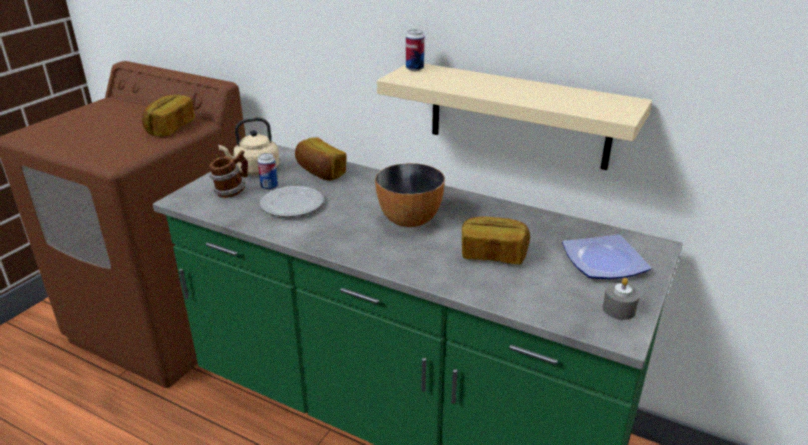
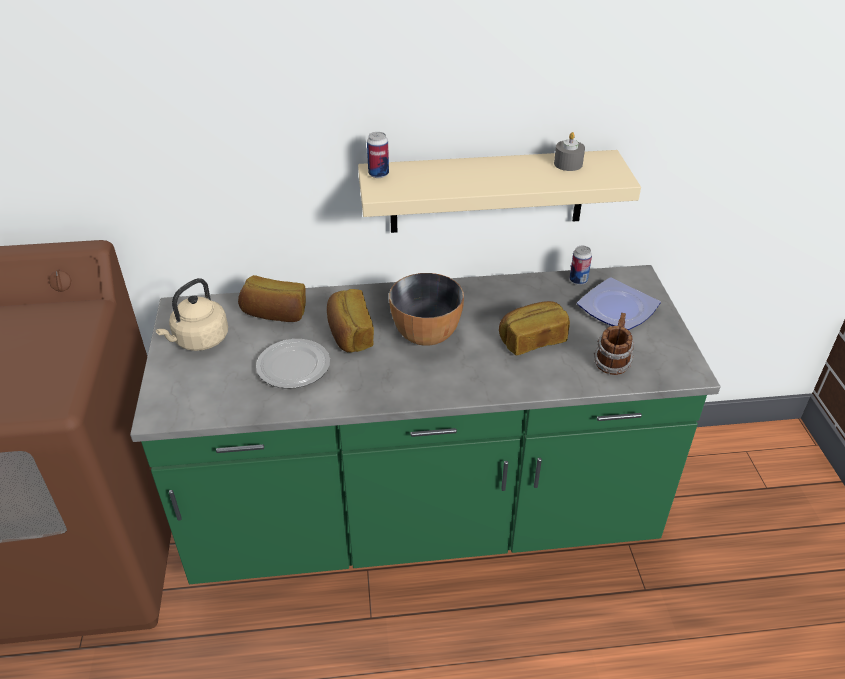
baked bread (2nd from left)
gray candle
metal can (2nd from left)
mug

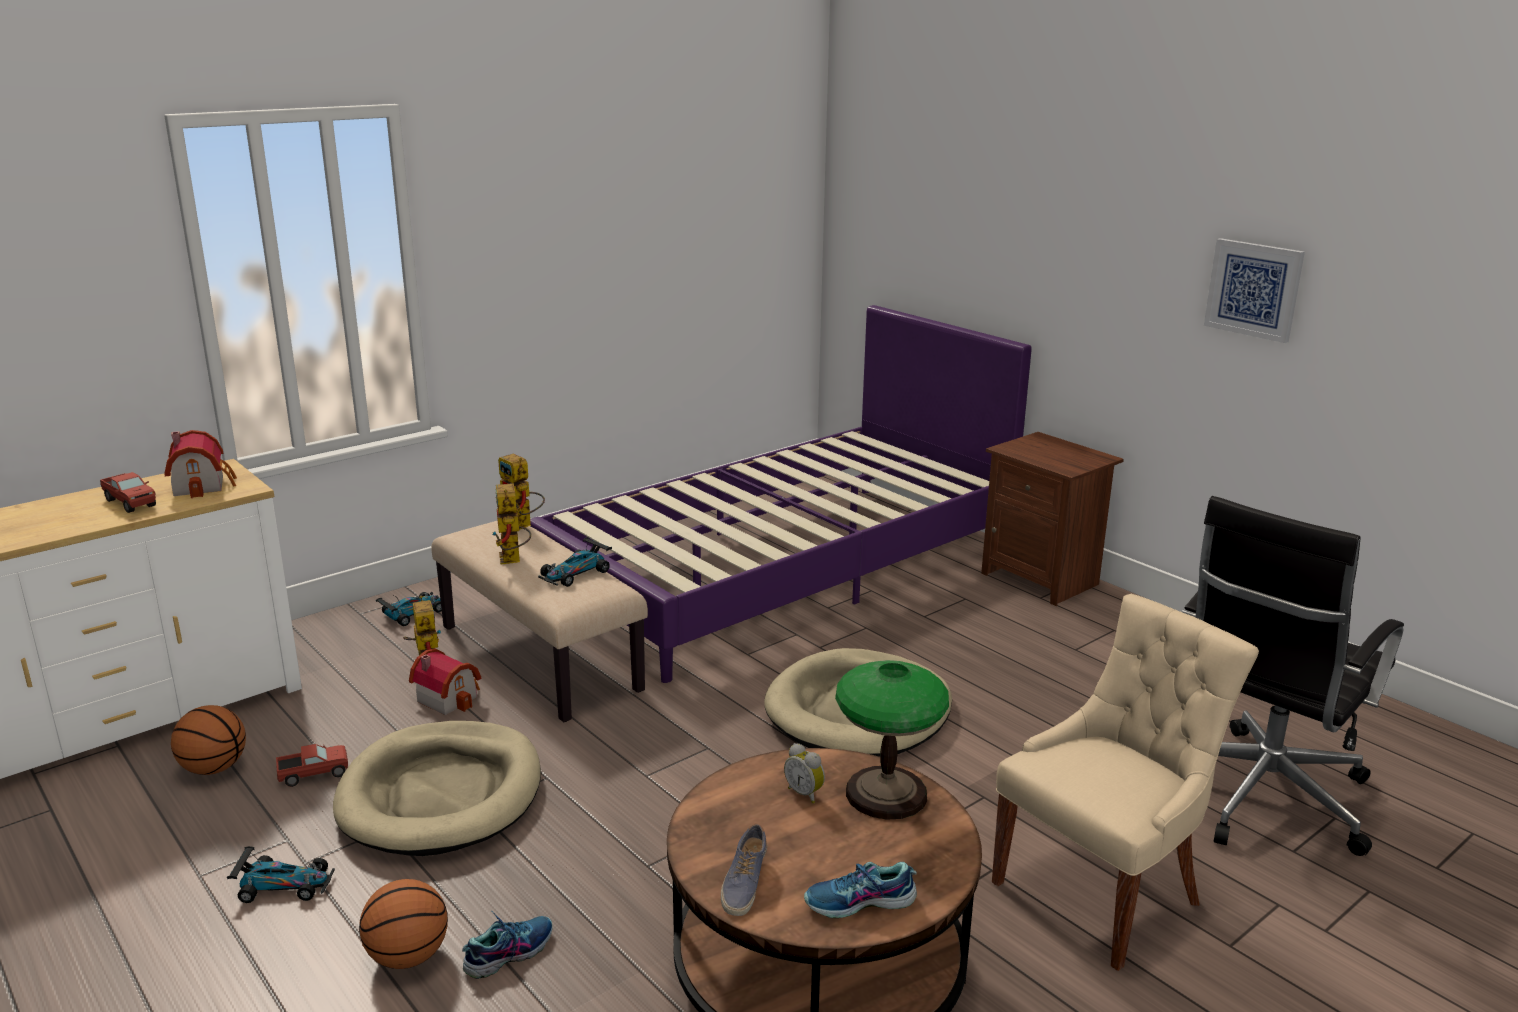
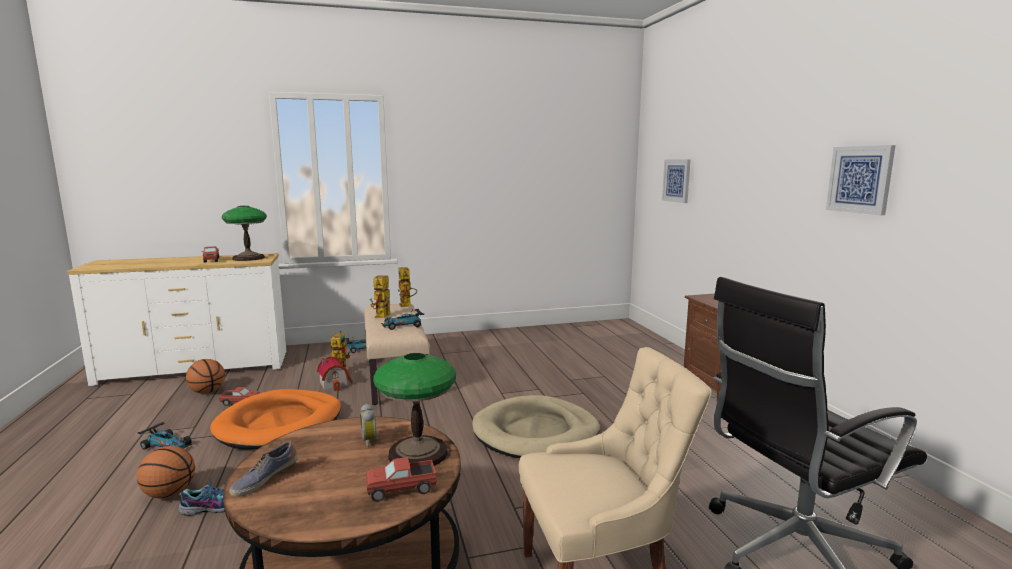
orangey pet bed
table lamp (1st from left)
model truck (3rd from left)
wall art (1st from left)
purplish bed
low shoe (3rd from left in the first image)

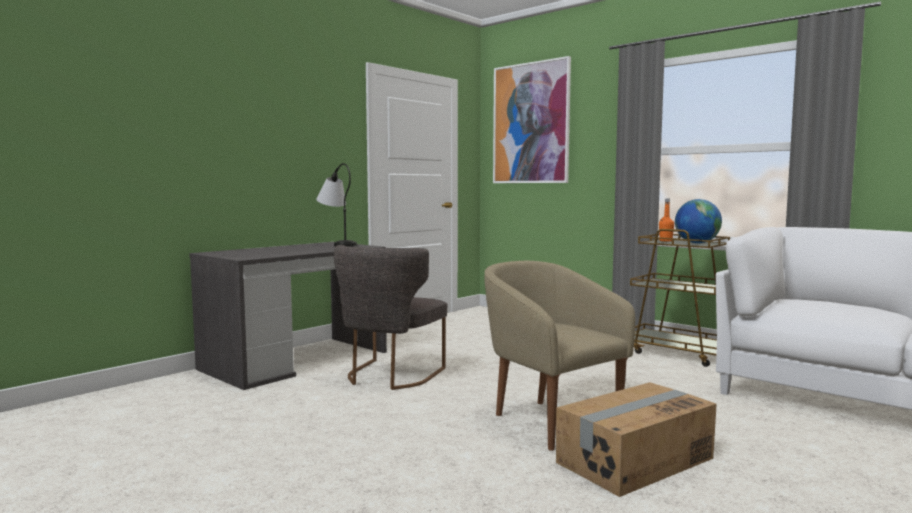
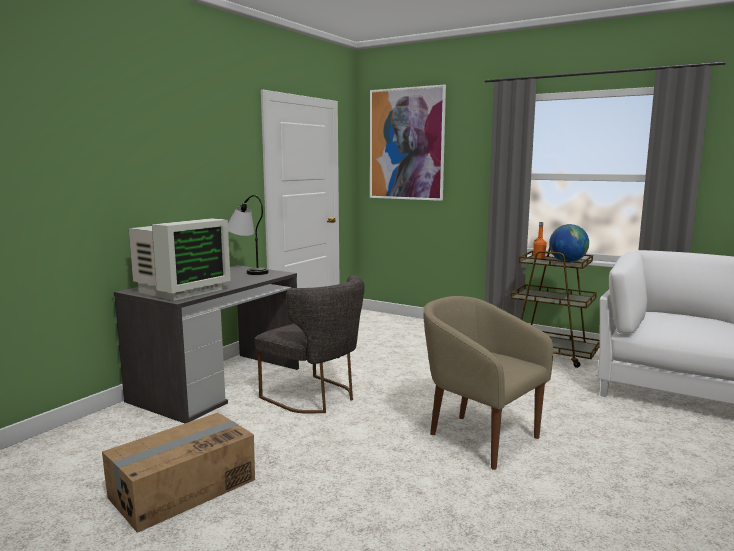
packing box
computer screen
gray chair

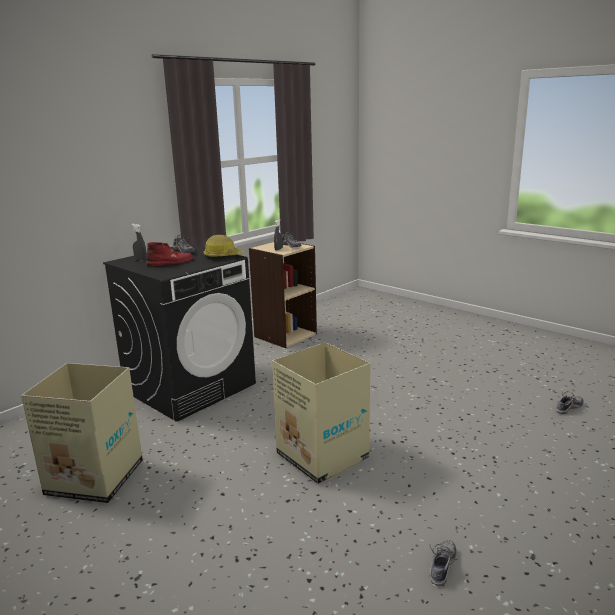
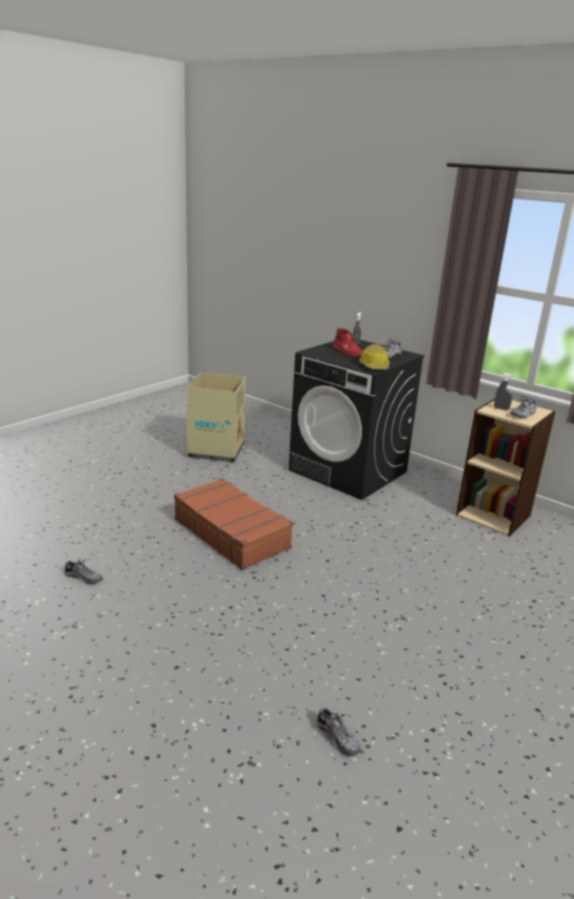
brown piece of luggage

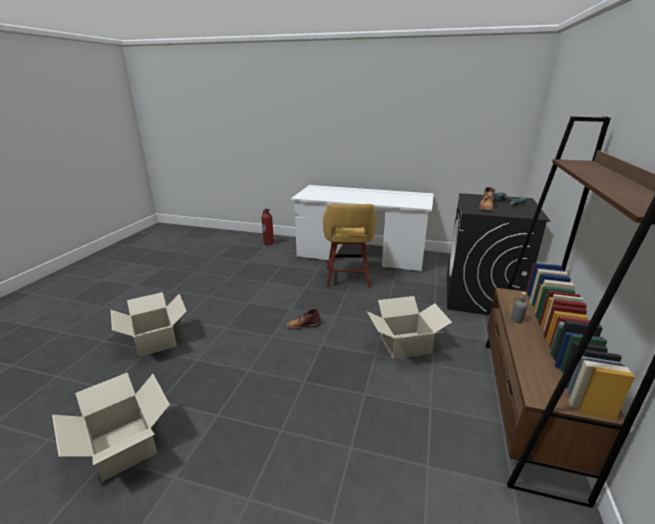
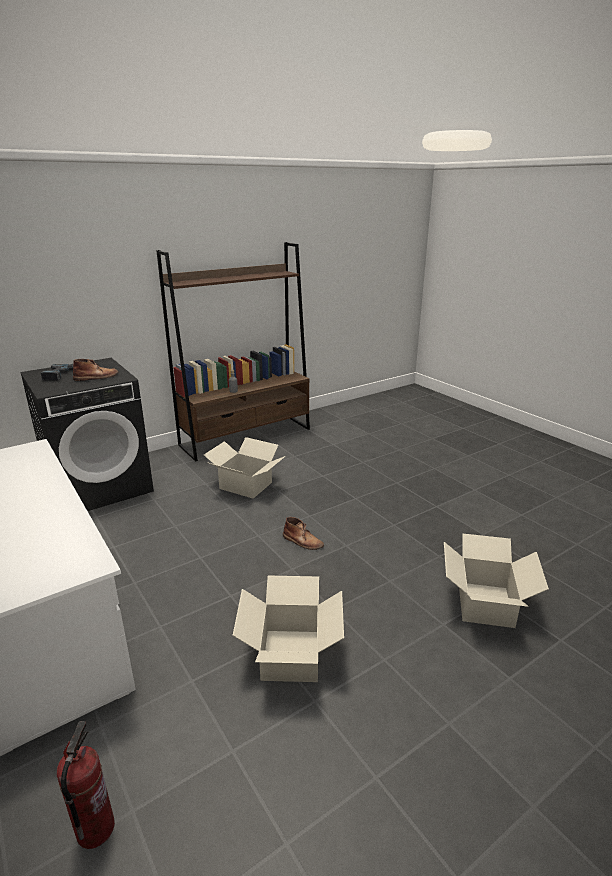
packing box (2nd from left)
yellow stool

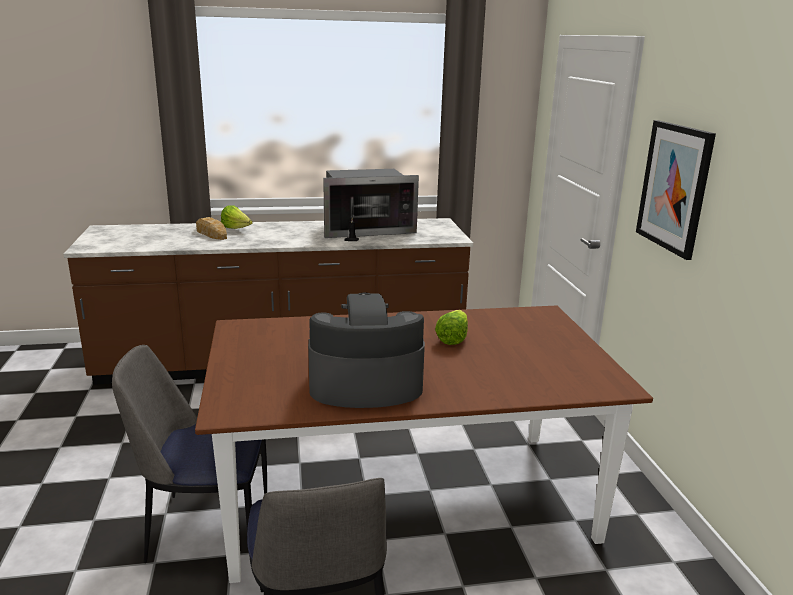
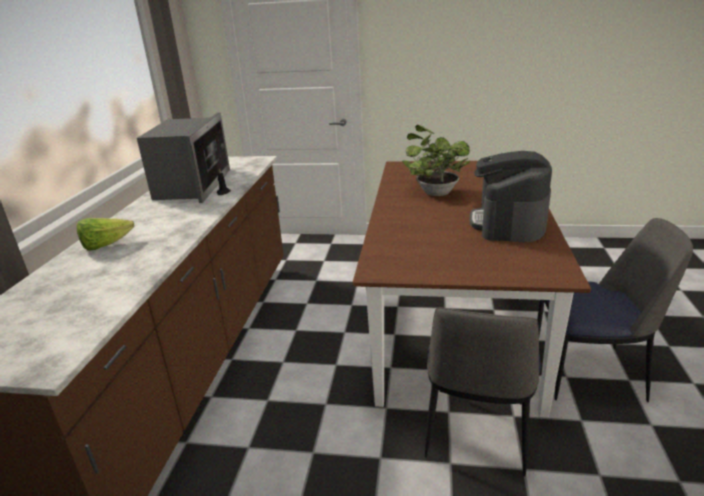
houseplant
baked bread
wall art

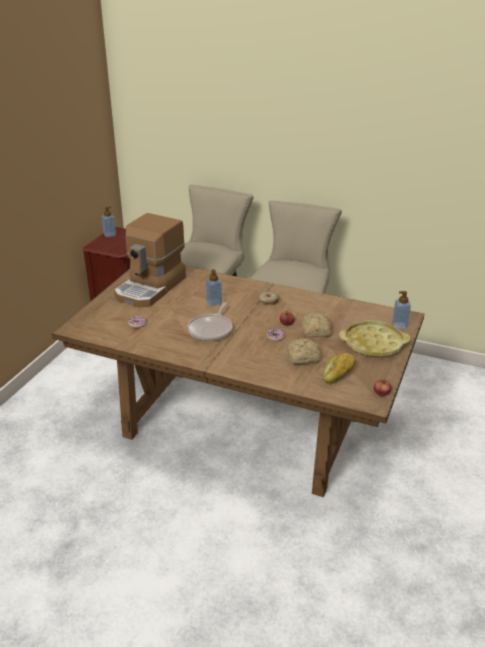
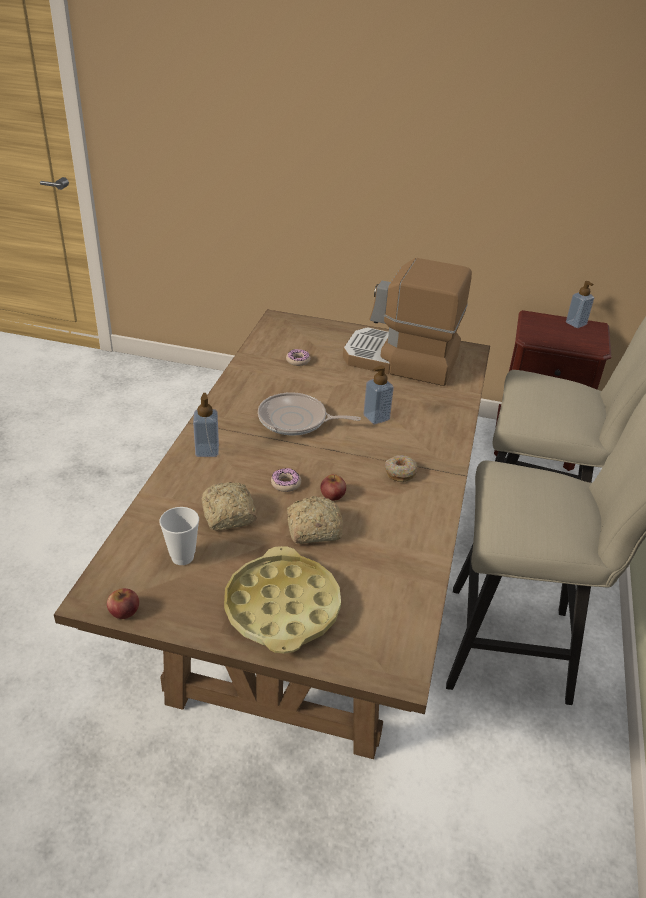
drinking cup
soap bottle (1st from left)

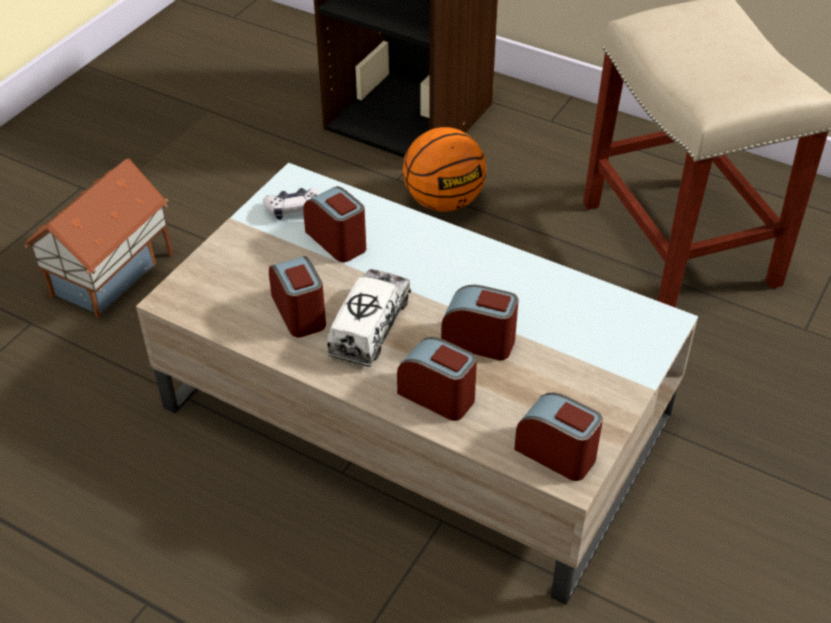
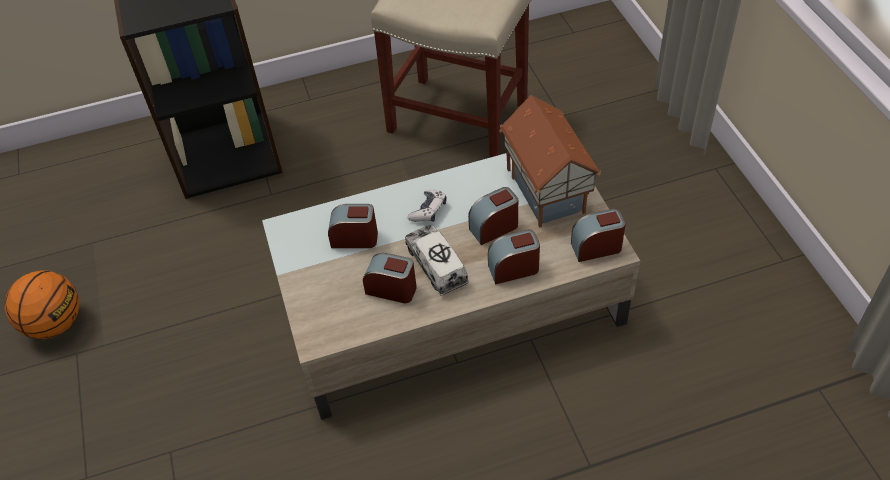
ball for basketball
game controller
model house

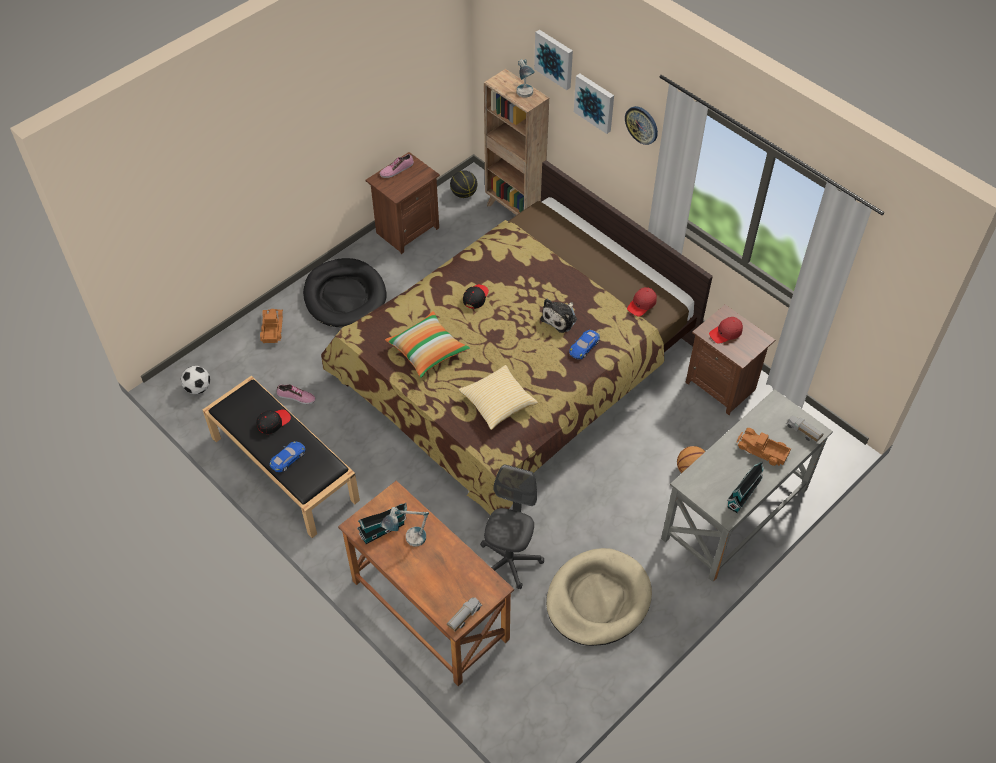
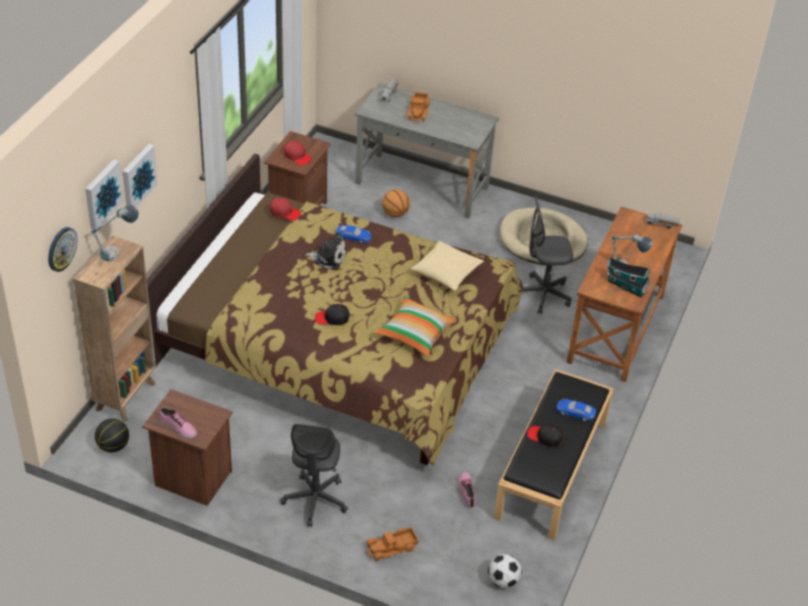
hanging clock
gray office chair (1st from left)
model house (2nd from left in the first image)

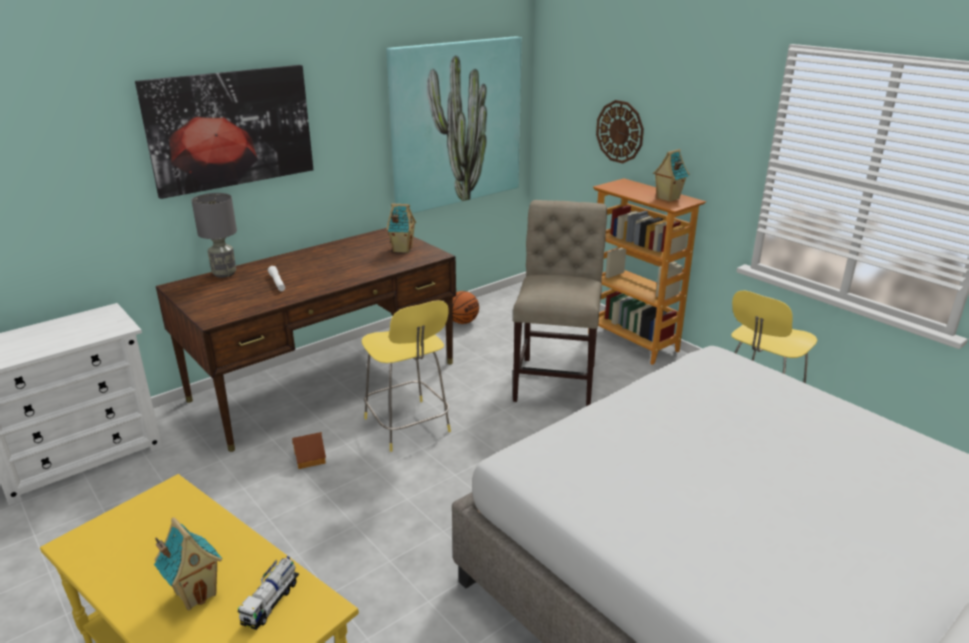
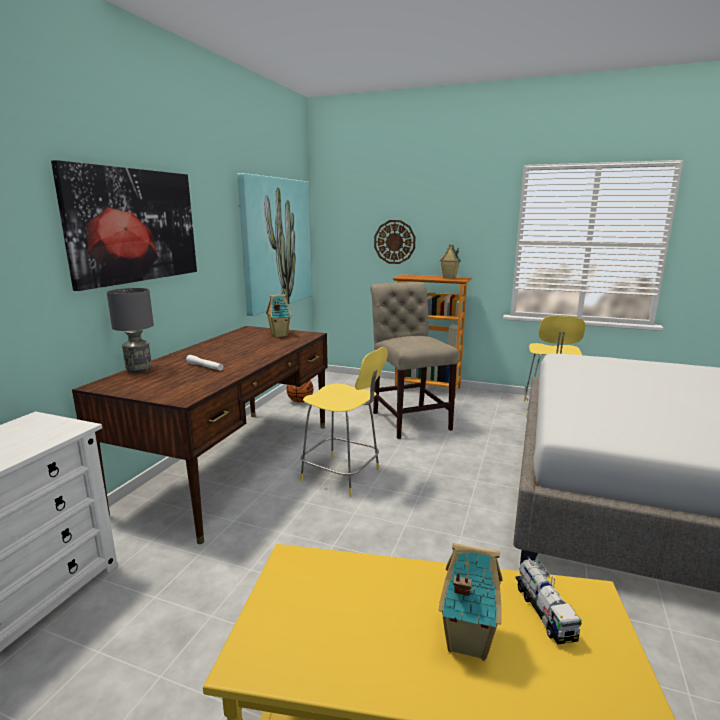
model house (2nd from left in the first image)

